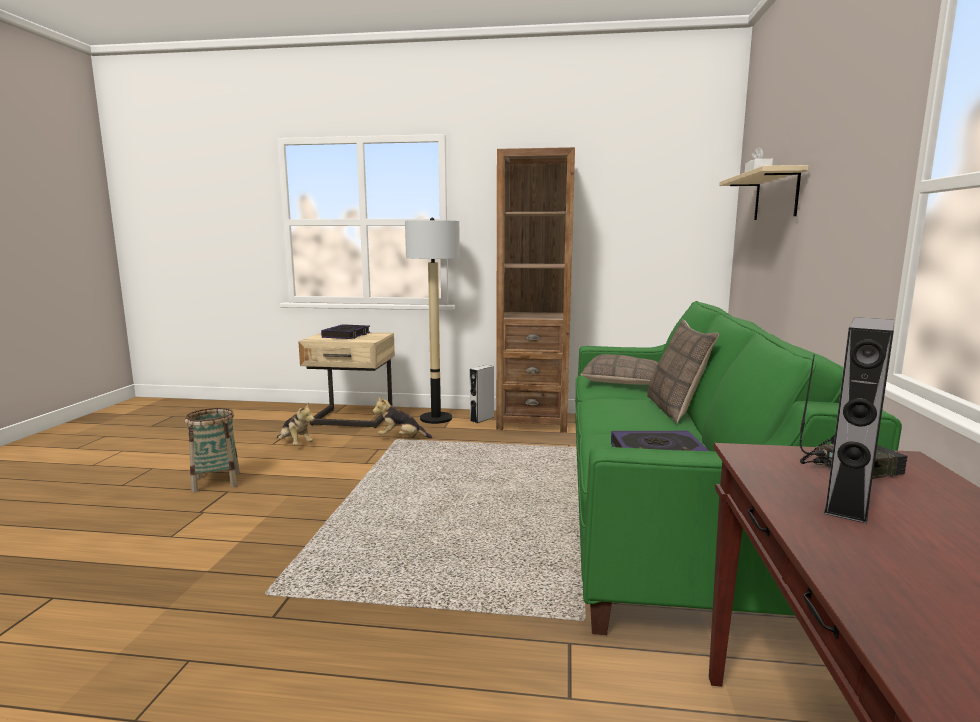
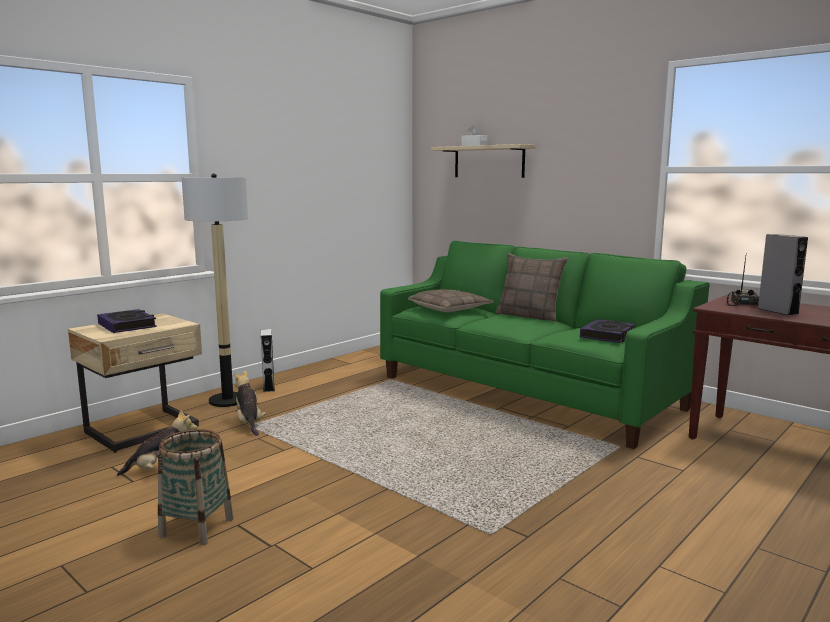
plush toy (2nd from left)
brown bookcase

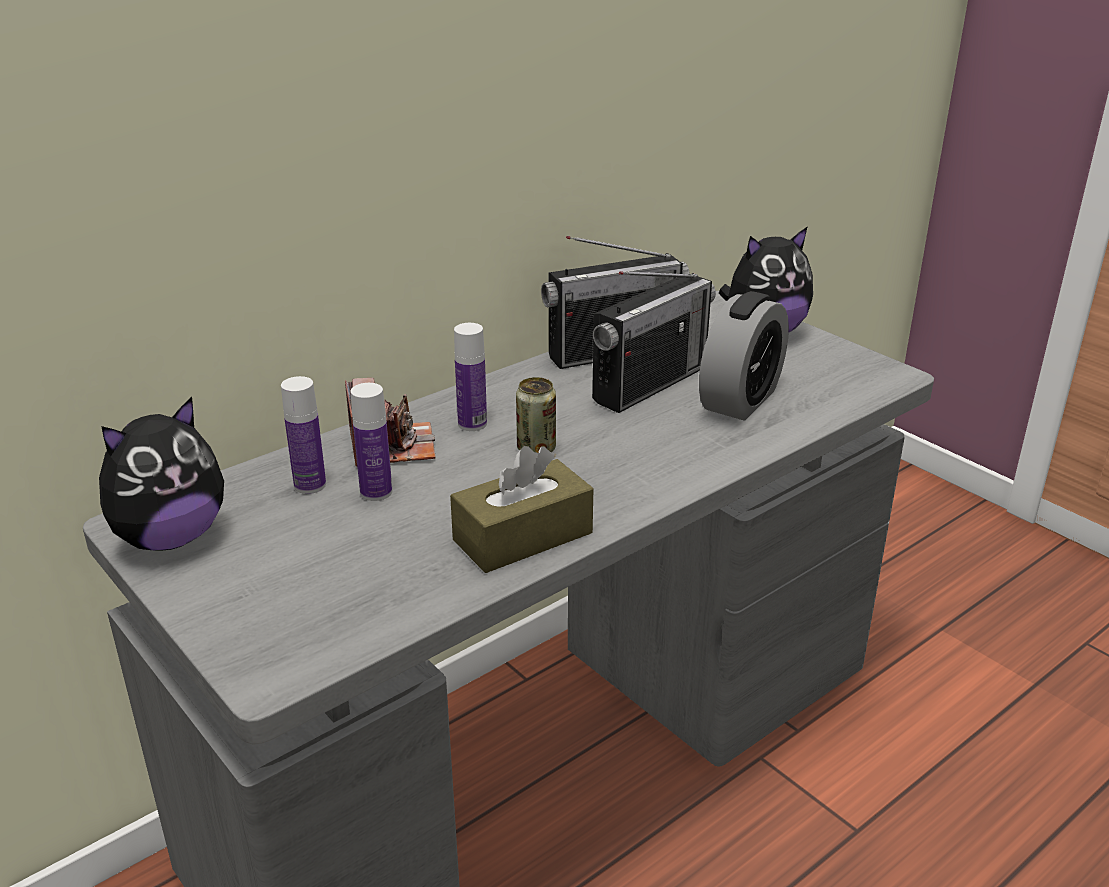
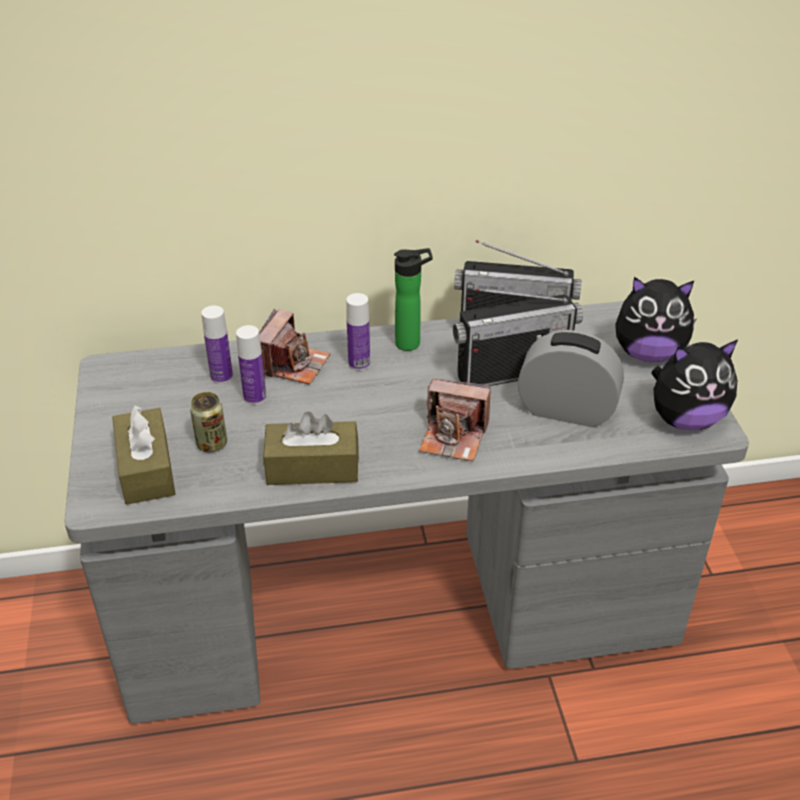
brown tissue box (1st from left)
metal can
bottle (4th from left)
still camera (2nd from left)
alarm clock
plush toy (2nd from left)

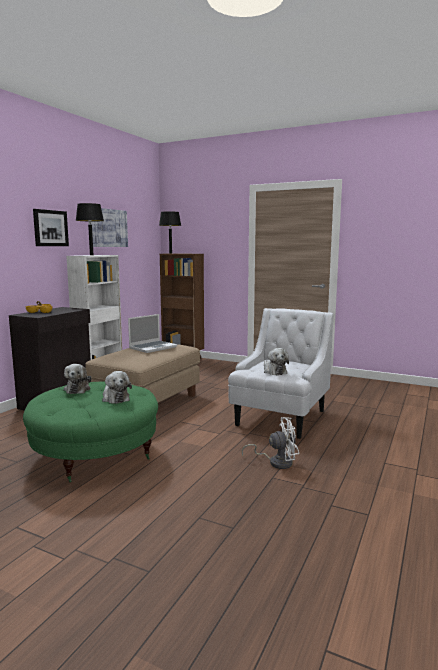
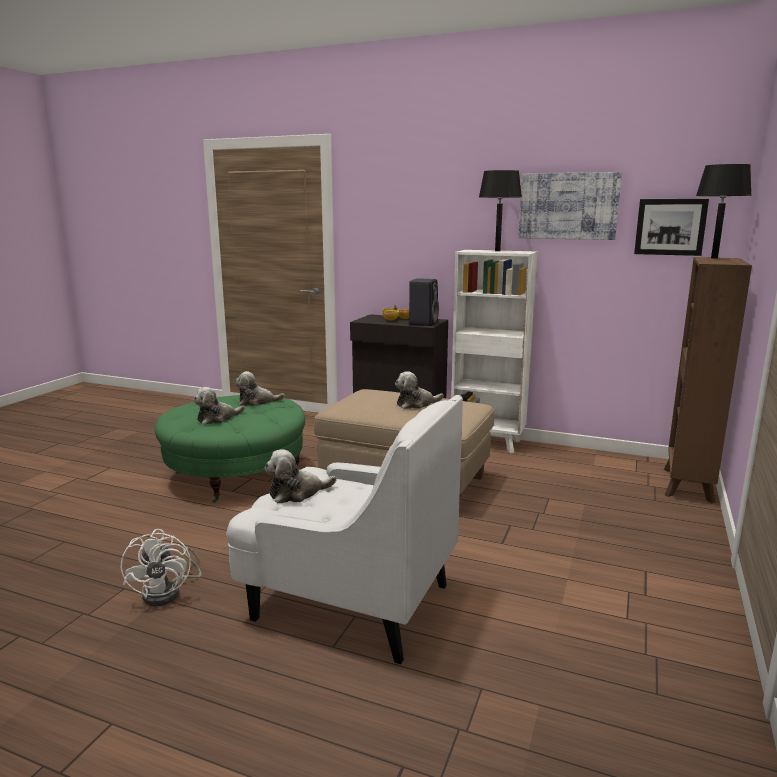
plush toy (4th from left)
blackish loudspeaker
wall art (2nd from left)

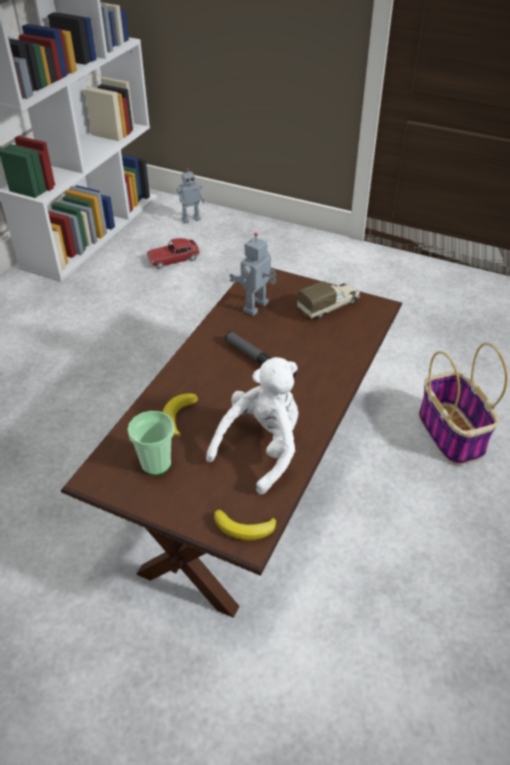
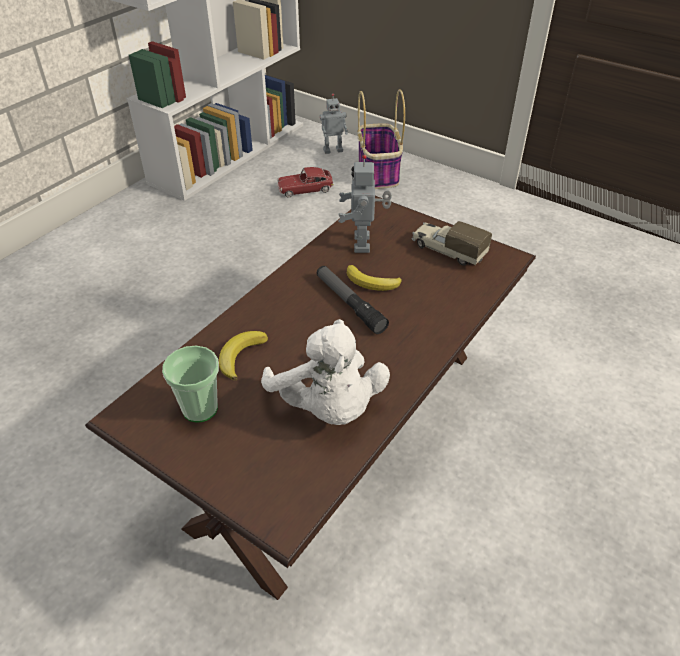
white-coloured plush toy
robot figure (2nd from left)
whole banana (2nd from left)
storage basket
model truck

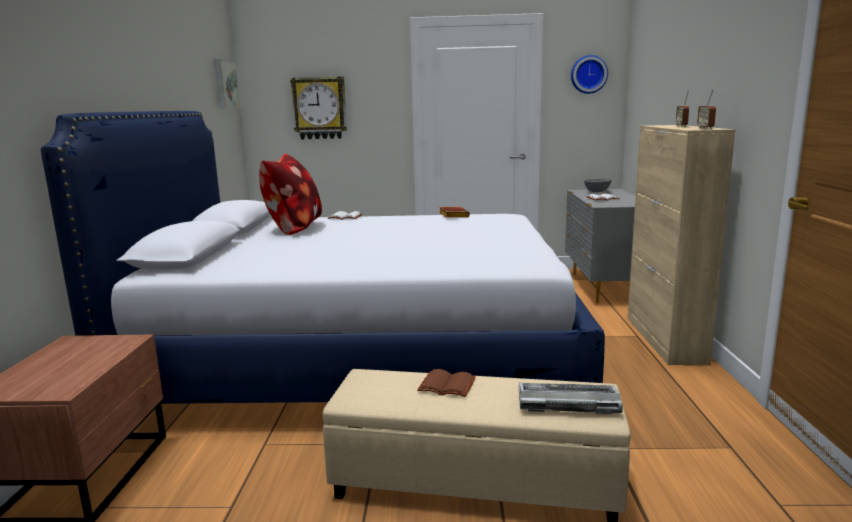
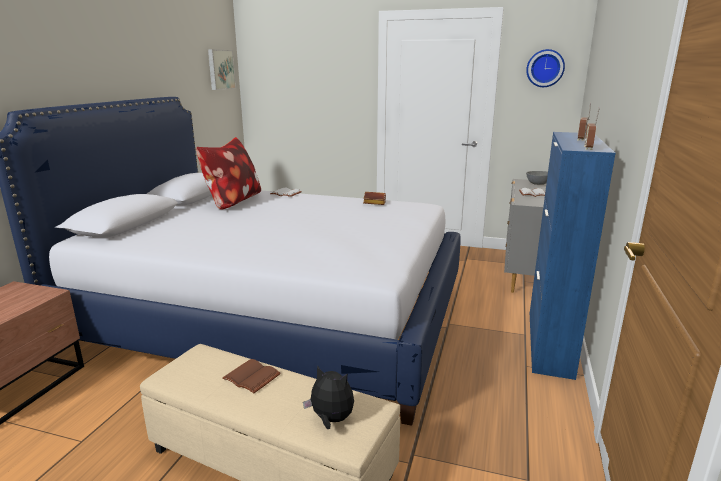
plush toy
blue cupboard
hanging clock (1st from left in the first image)

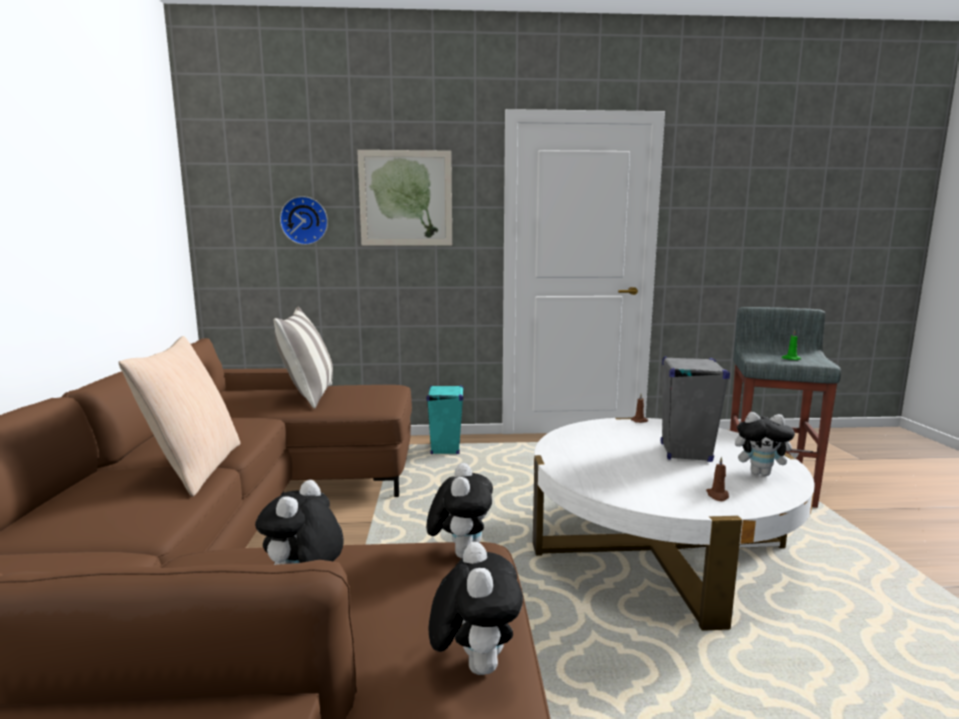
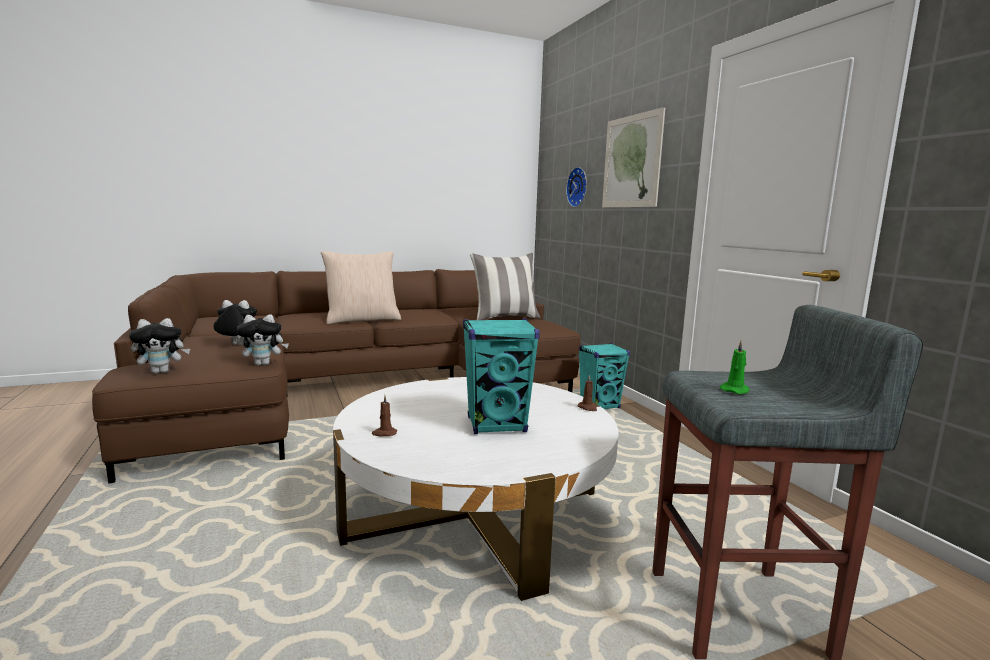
turquoise loudspeaker (1st from left)
plush toy (4th from left in the first image)

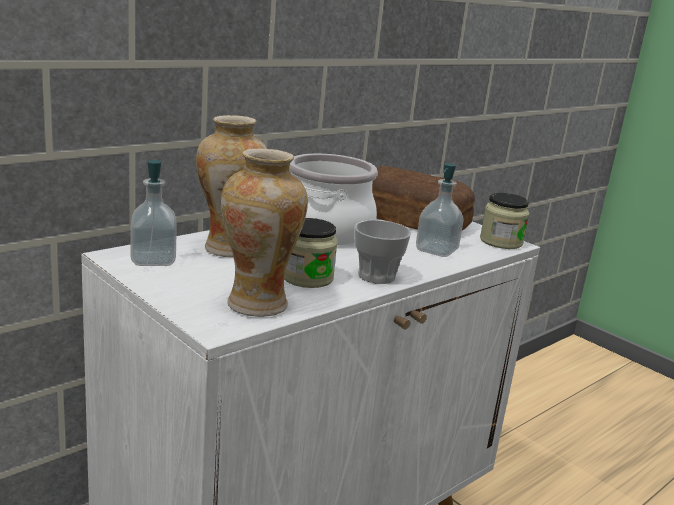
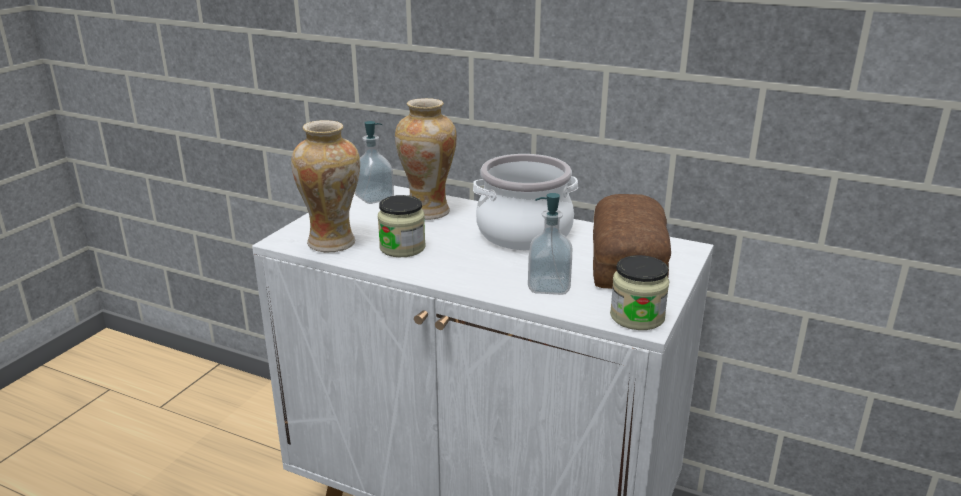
drinking cup

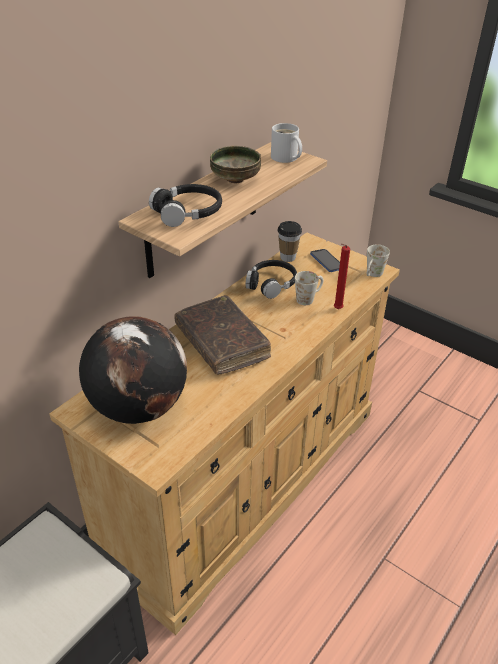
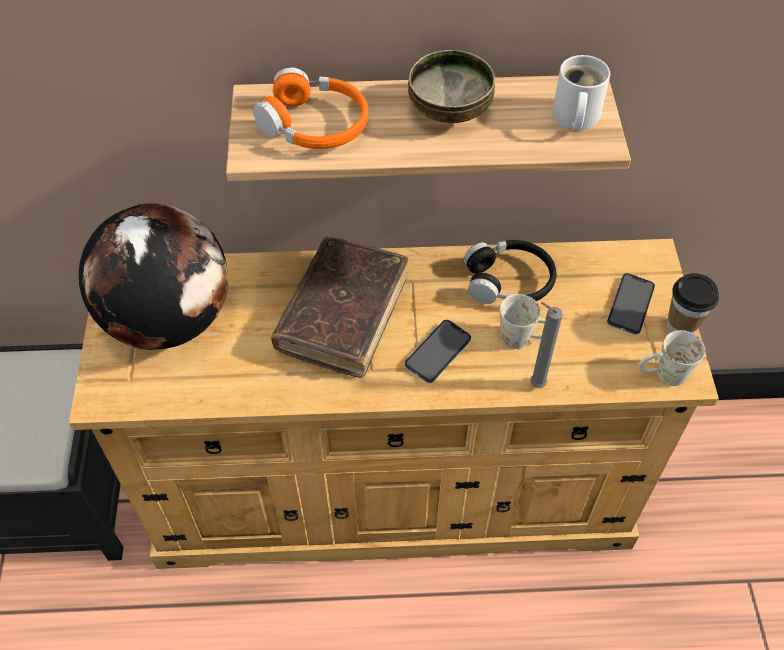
orangey headset
telephone (1st from left)
gray candle
drinking cup

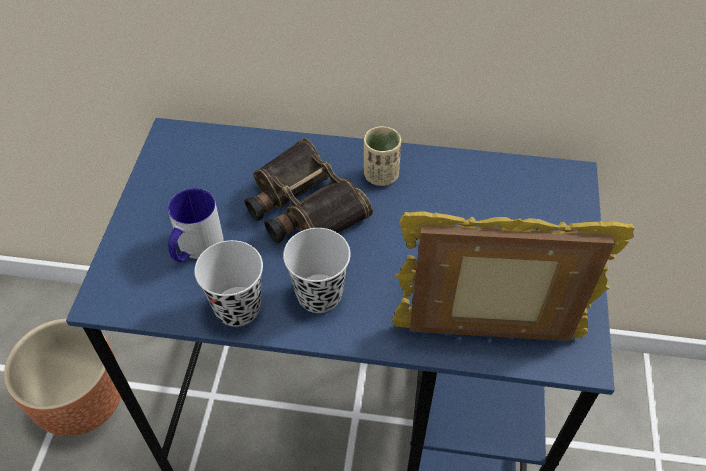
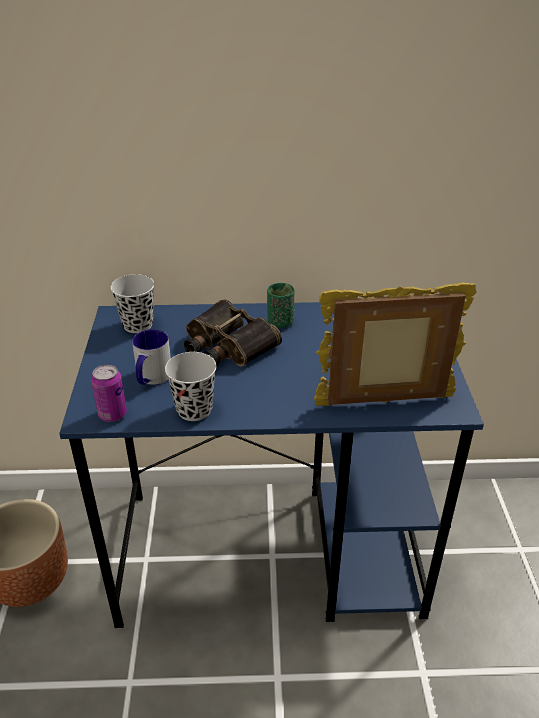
metal can
blackish drinking cup (1st from left)
green drinking cup

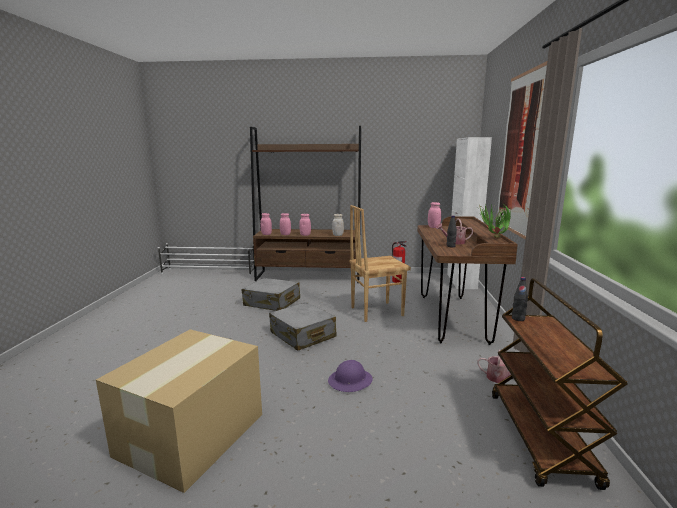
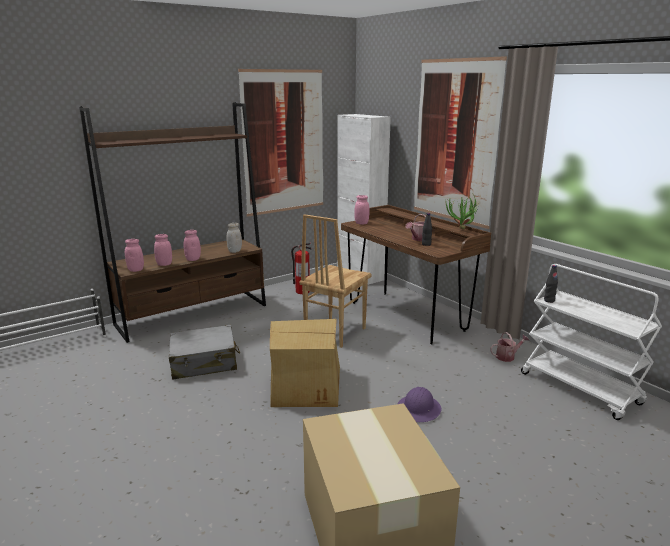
wall art (1st from left)
packing box (1st from left)
white-coloured cart

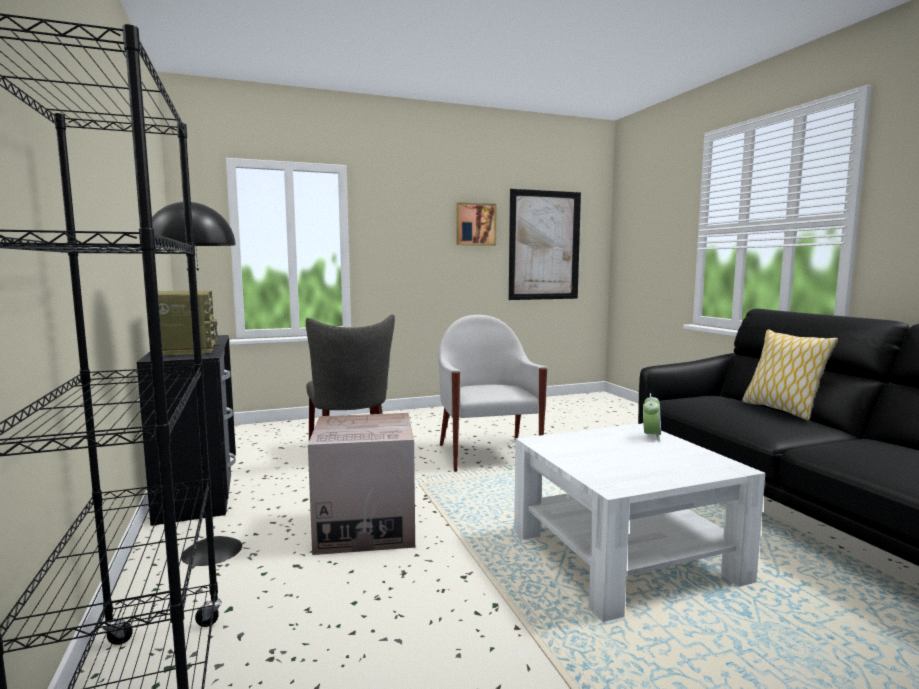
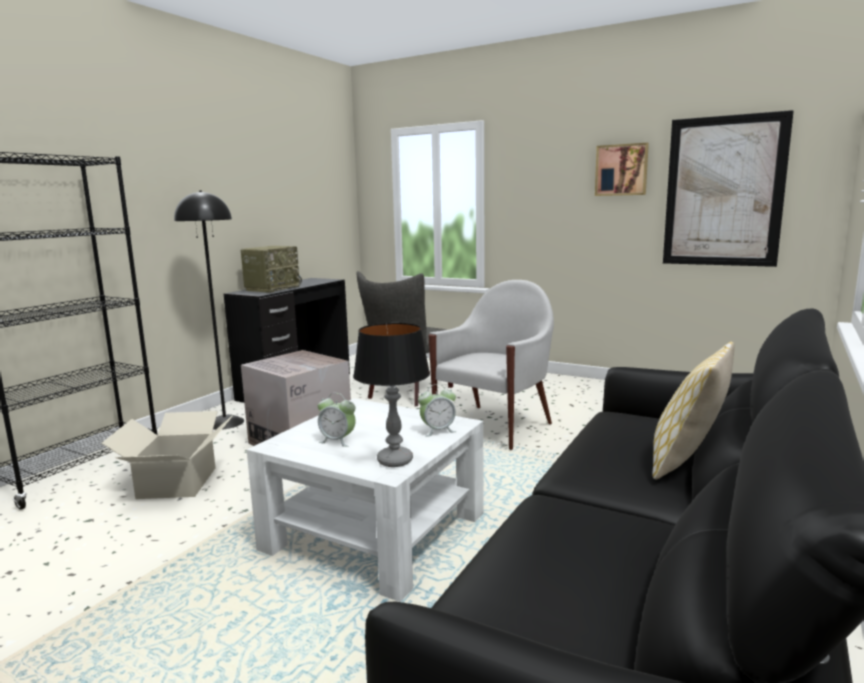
packing box (1st from left)
alarm clock (1st from left)
table lamp

